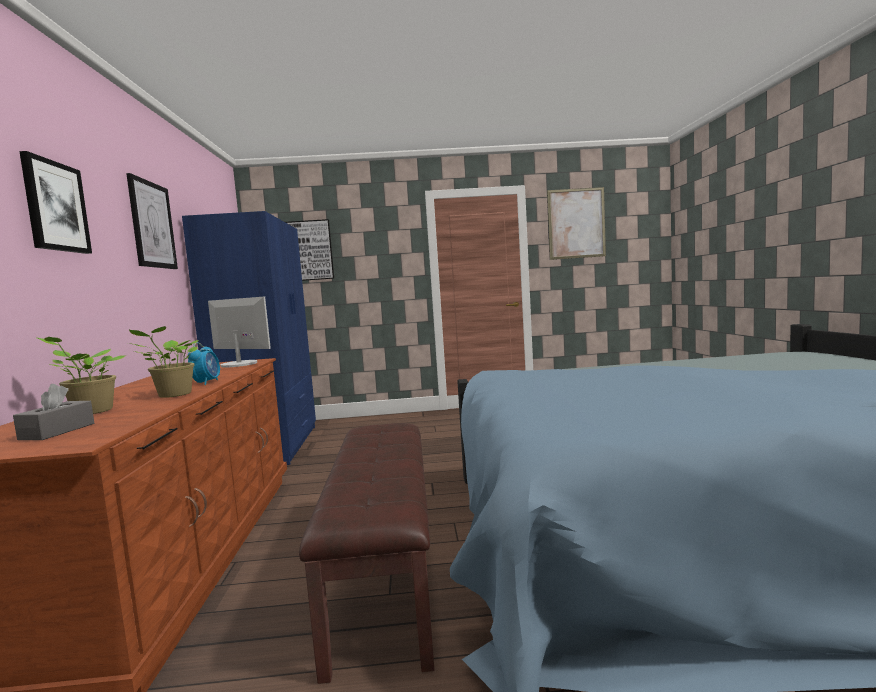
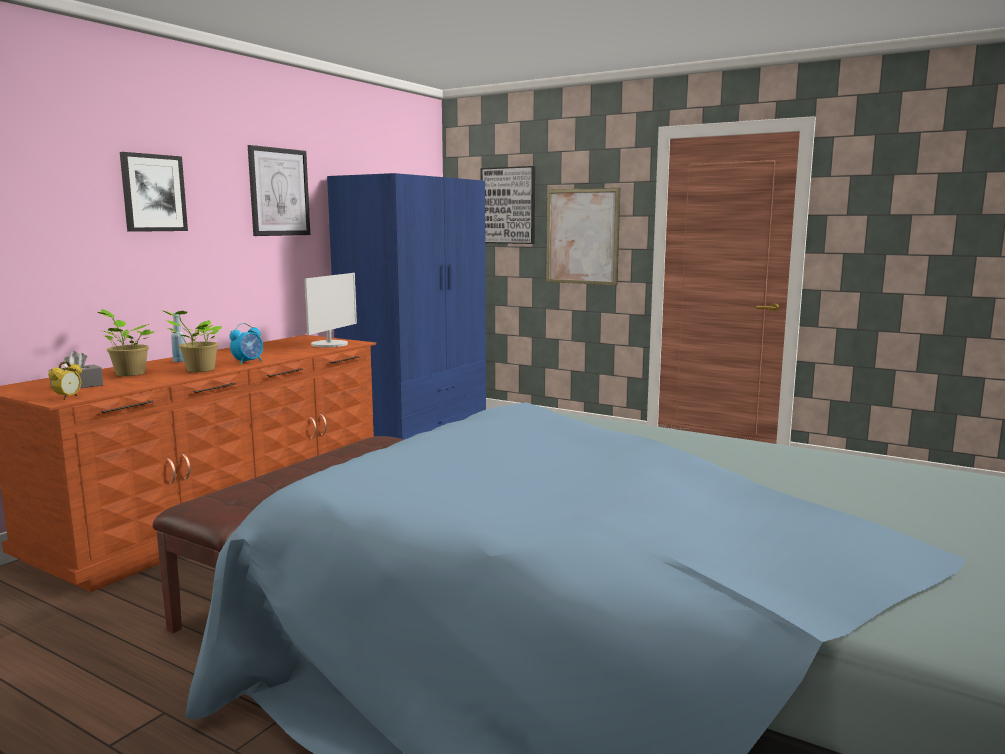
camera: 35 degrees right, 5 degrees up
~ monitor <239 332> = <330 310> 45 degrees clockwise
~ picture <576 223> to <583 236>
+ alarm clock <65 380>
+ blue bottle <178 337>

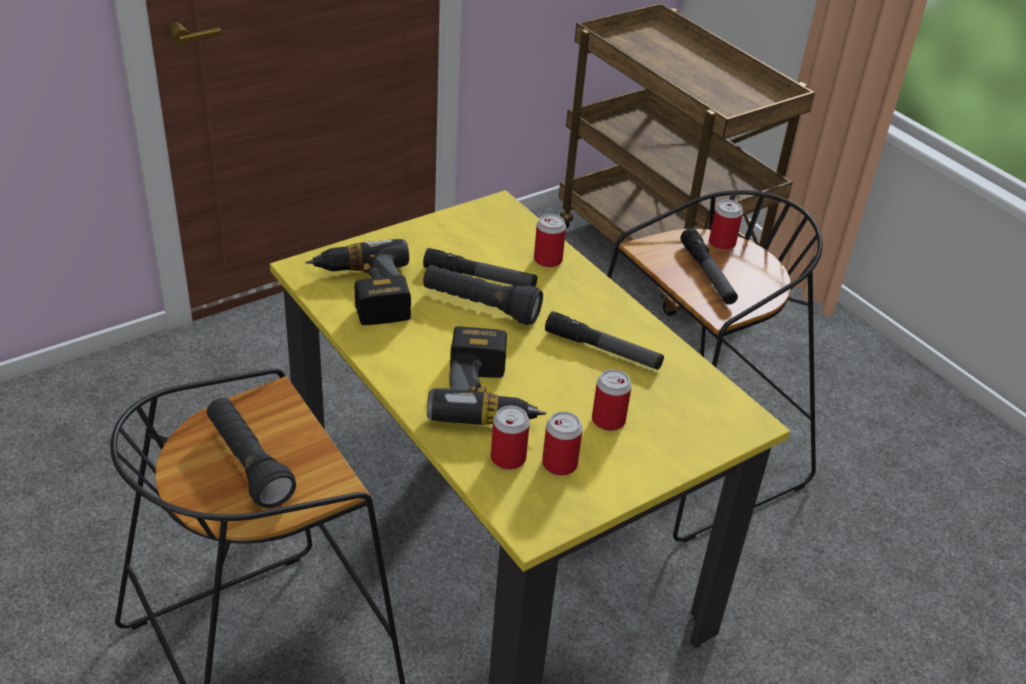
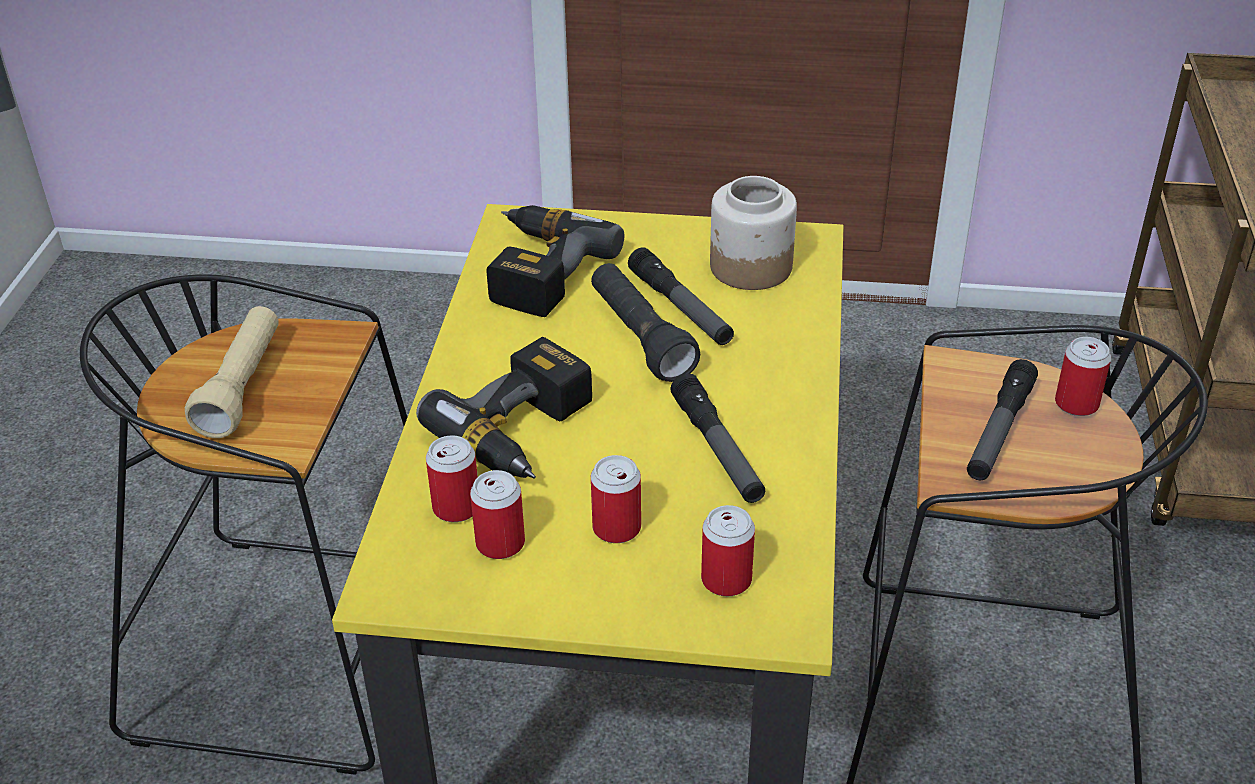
camera: 45 degrees right, 0 degrees up
~ black flashlight <251 453> to beige flashlight <232 372>
~ can <550 240> to <728 550>
+ jar <753 233>

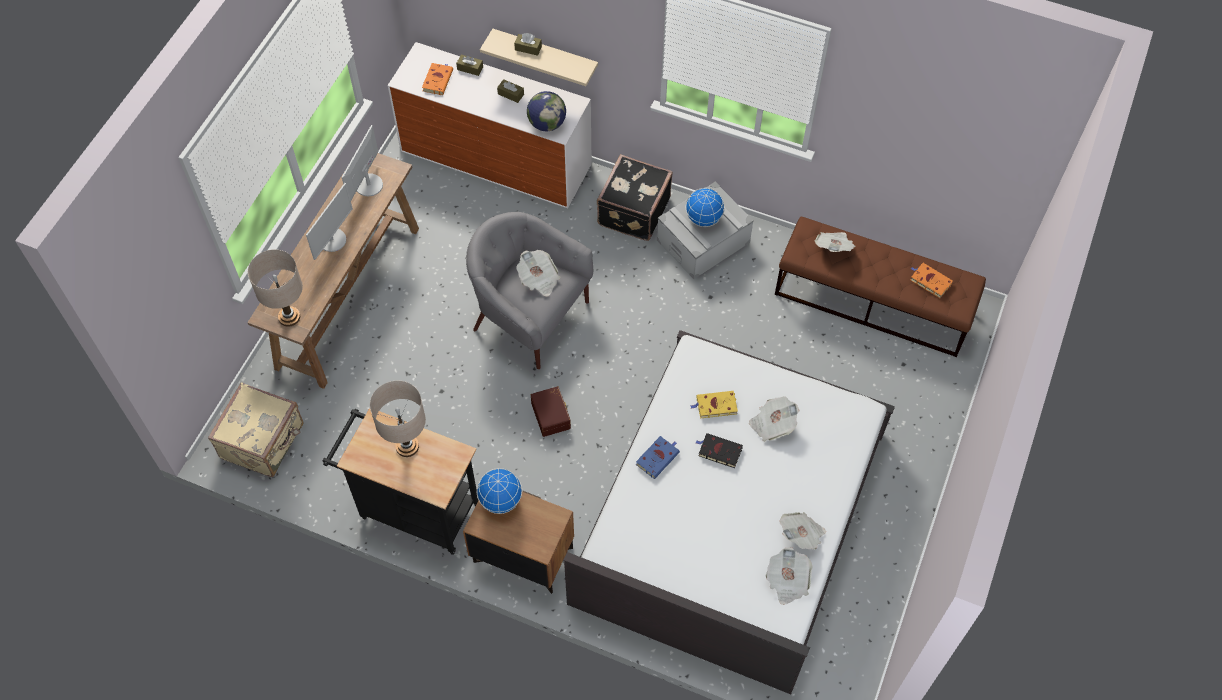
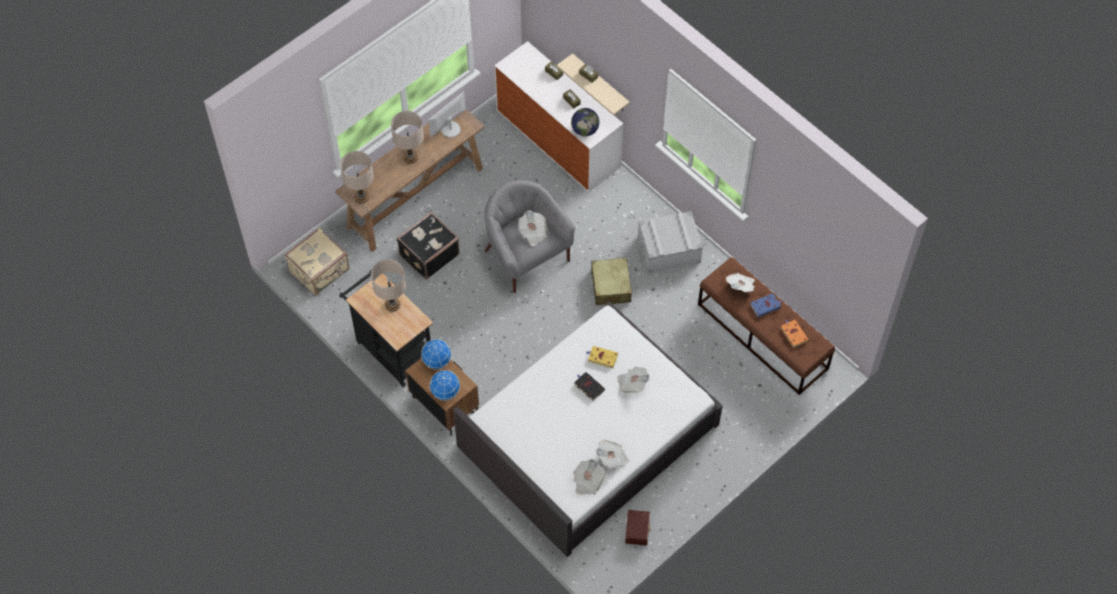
camera: 25 degrees right, 0 degrees up
~ monitor <329 221> to beige table lamp <407 137>
- orange book <437 79>
~ brown storage box <551 411> to <638 528>
~ black suitcase <635 197> to <428 246>
~ blue book <658 457> to <765 305>
~ globe <705 207> to <444 385>
+ beige suitcase <611 281>

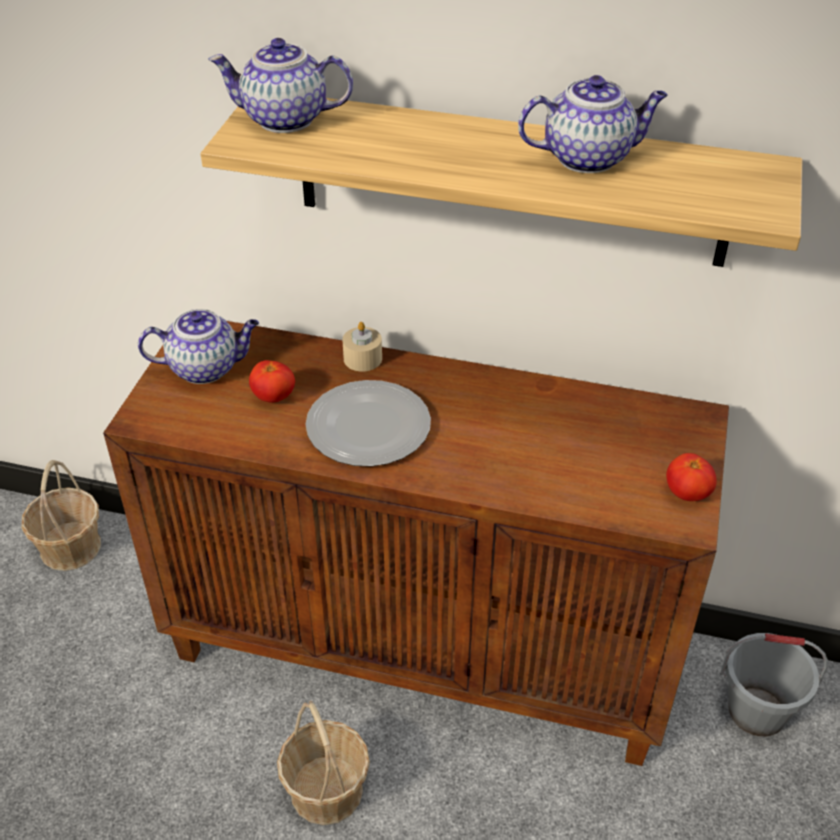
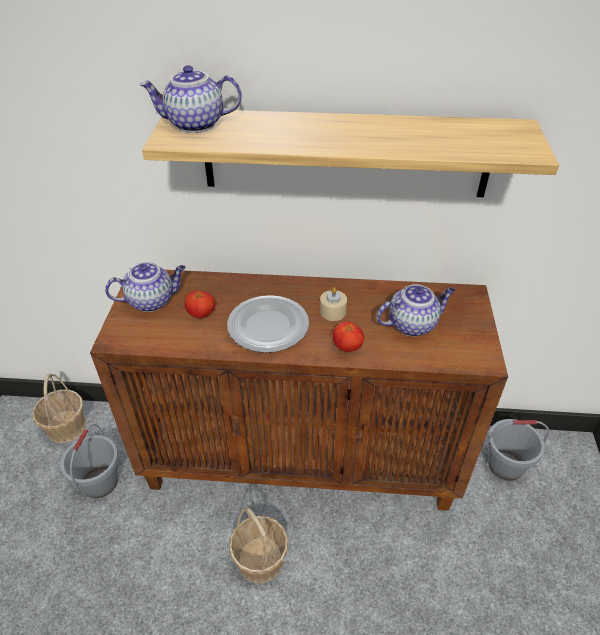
camera: 10 degrees left, 0 degrees up
~ beige candle <362 347> to <333 304>
~ teapot <593 124> to <415 310>
~ tomato <691 477> to <348 336>
+ grey bucket <89 461>

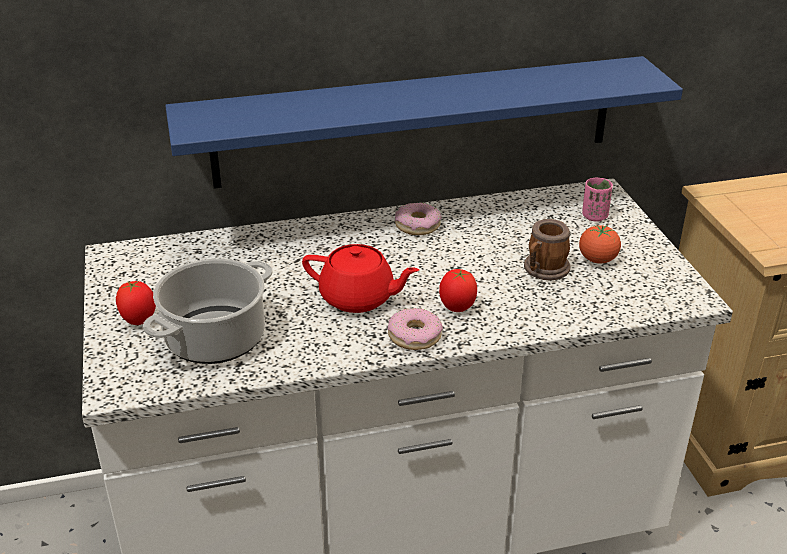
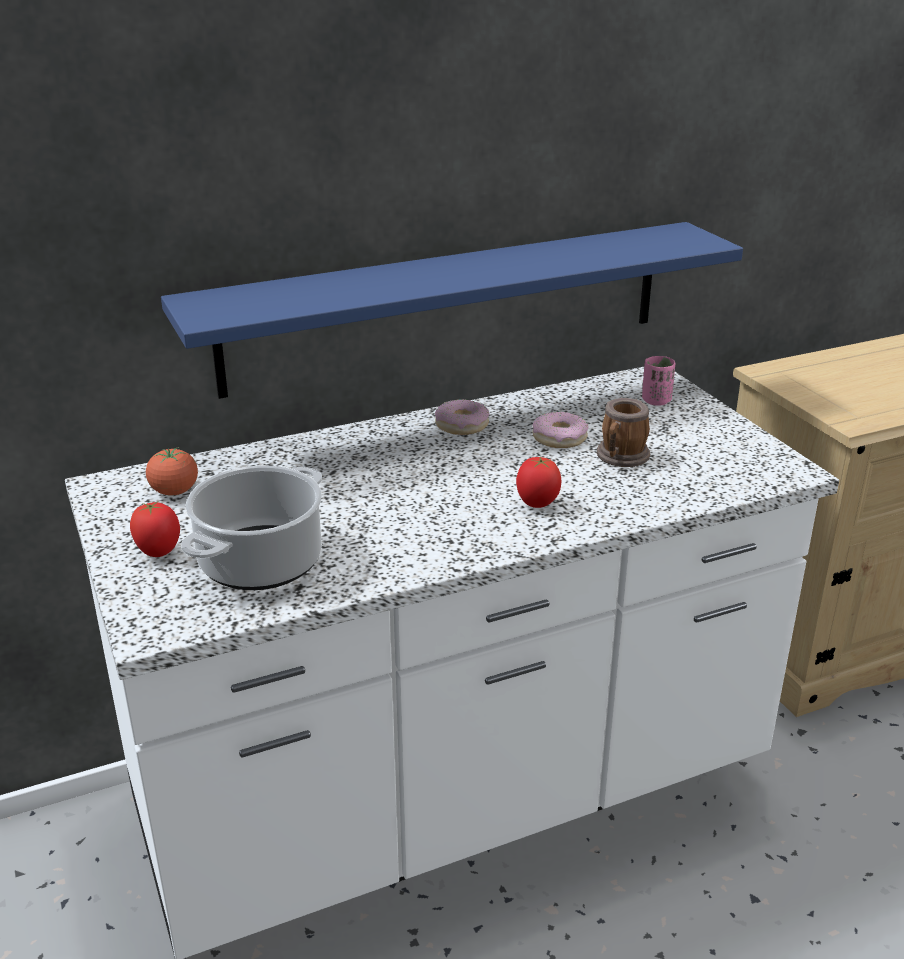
camera: 10 degrees left, 5 degrees down
- red teapot <360 278>
~ donut <415 329> to <560 429>
~ tomato <600 244> to <172 471>

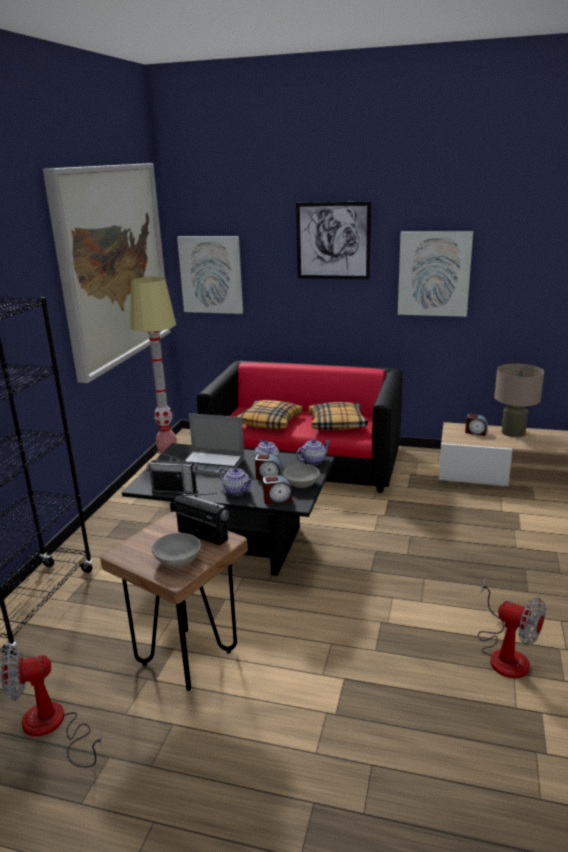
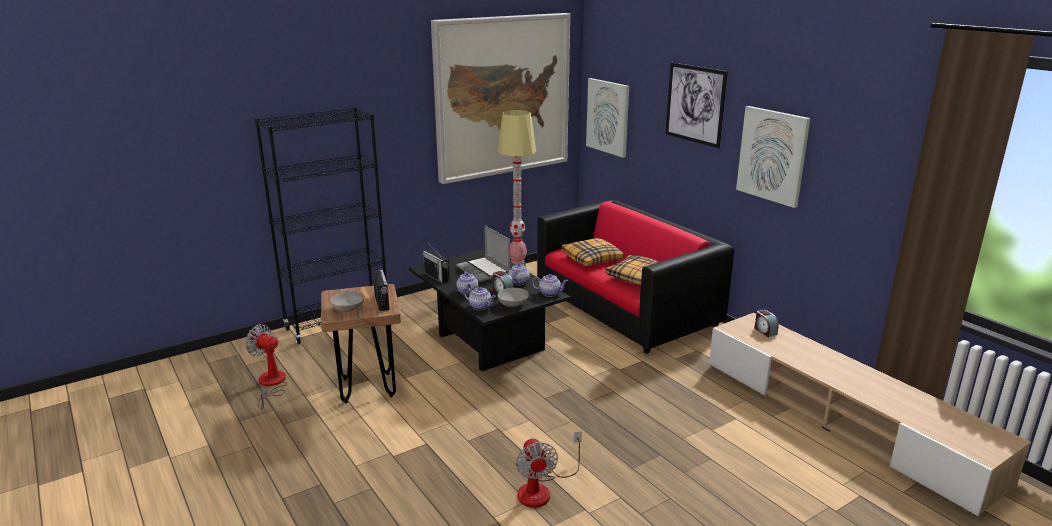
camera: 40 degrees right, 0 degrees up
~ alarm clock <277 490> to teapot <480 298>
- beige table lamp <519 400>

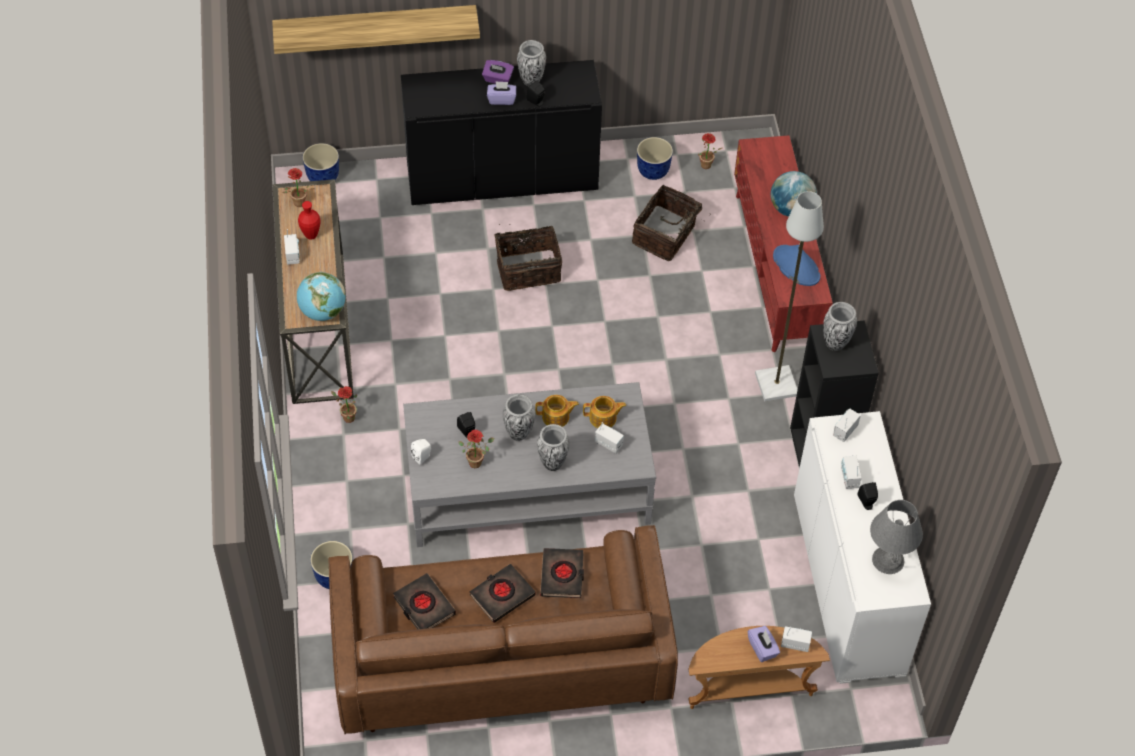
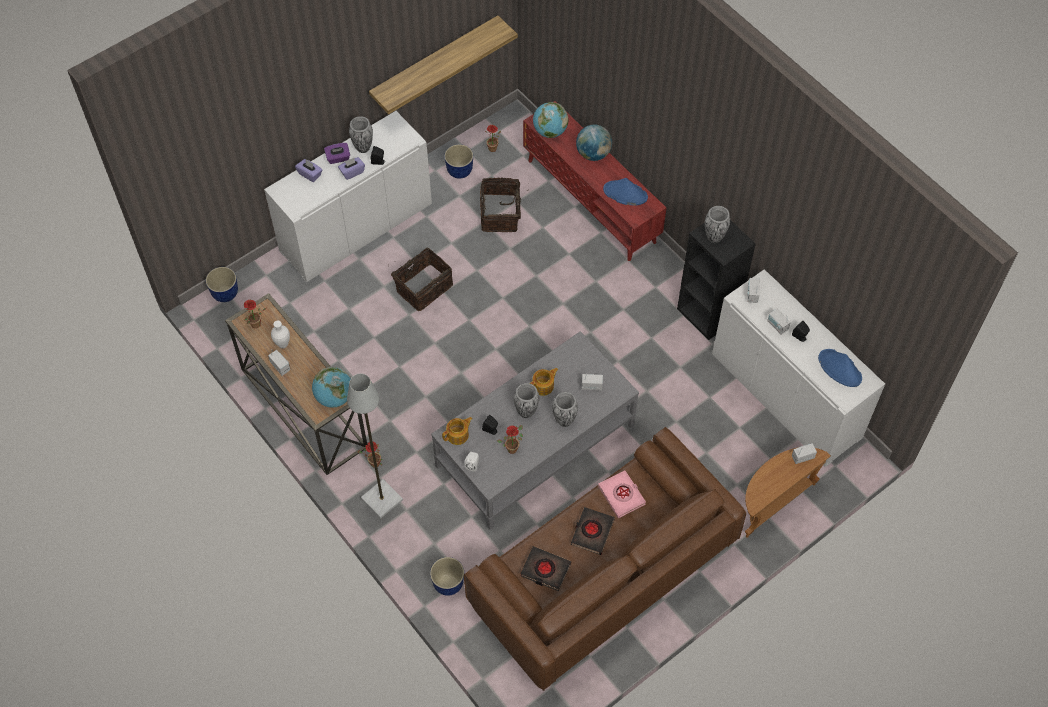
camera: 30 degrees left, 5 degrees up
~ shelf <376 29> to <443 64>
~ red vase <309 220> to white vase <280 334>
~ black cabinet <501 132> to white cabinet <348 196>
~ black book <562 573> to pink book <622 494>
~ teapot <604 412> to <457 431>
~ purple tissue box <764 644> to <308 170>
~ grey floor lamp <789 296> to <375 446>
~ grey table lamp <896 537> to blue hat <840 368>
+ globe <550 120>

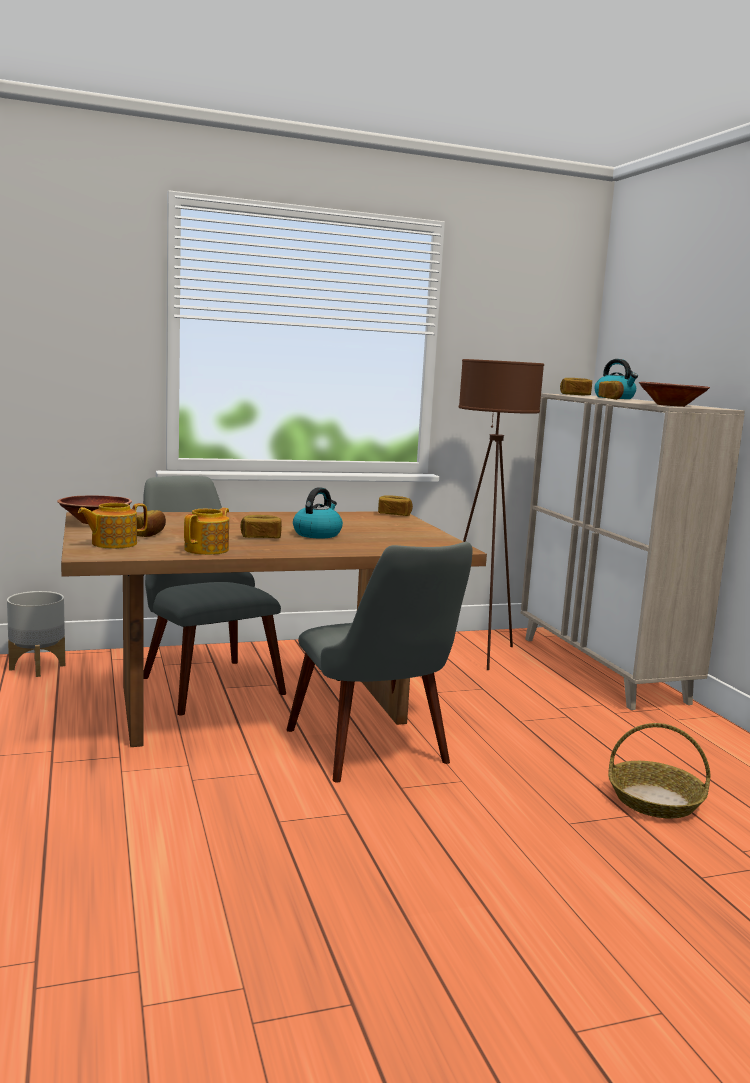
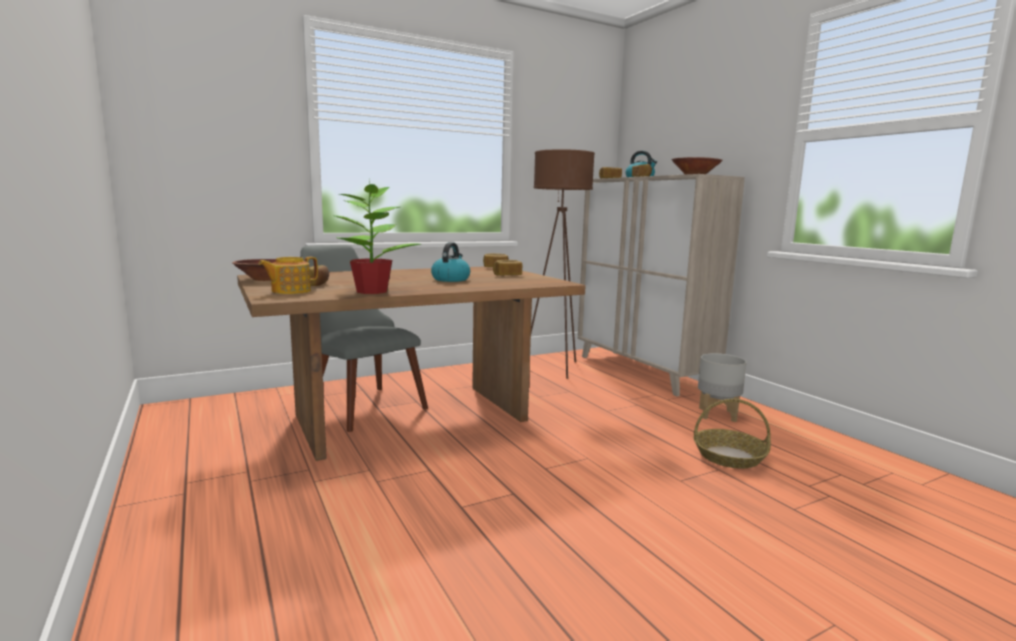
camera: 10 degrees left, 0 degrees up
~ grey planter <36 634> to <722 387>
~ teapot <206 531> to potted plant <377 236>
~ bread <261 526> to <507 268>
- grey chair <380 662>

